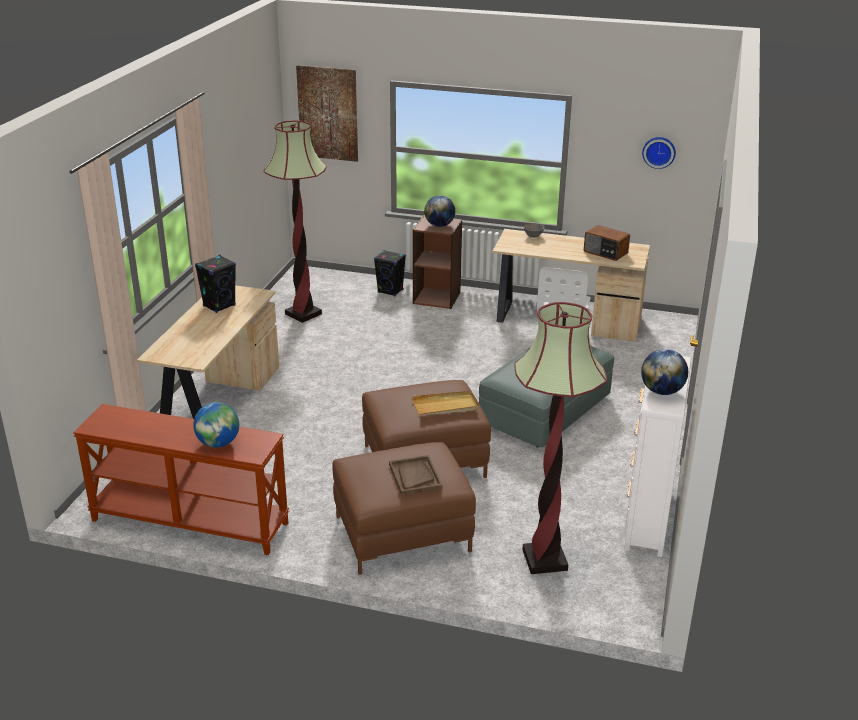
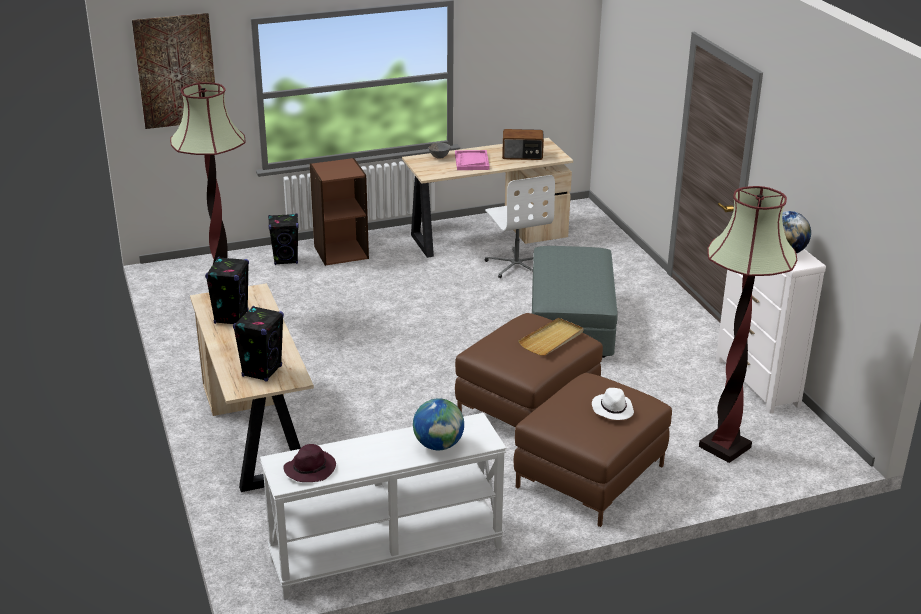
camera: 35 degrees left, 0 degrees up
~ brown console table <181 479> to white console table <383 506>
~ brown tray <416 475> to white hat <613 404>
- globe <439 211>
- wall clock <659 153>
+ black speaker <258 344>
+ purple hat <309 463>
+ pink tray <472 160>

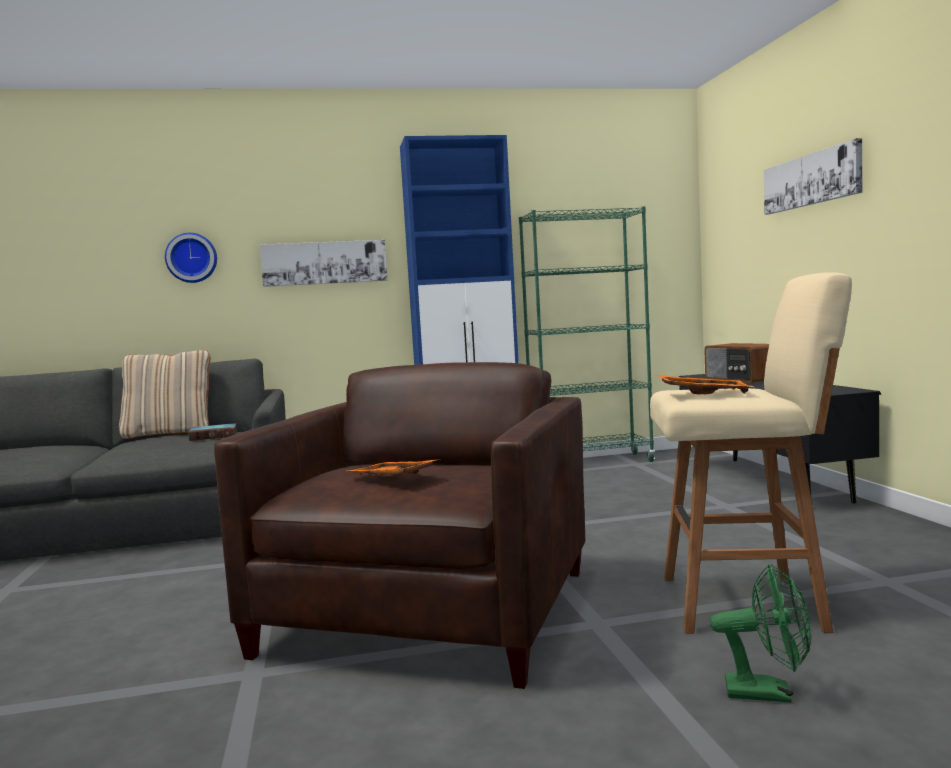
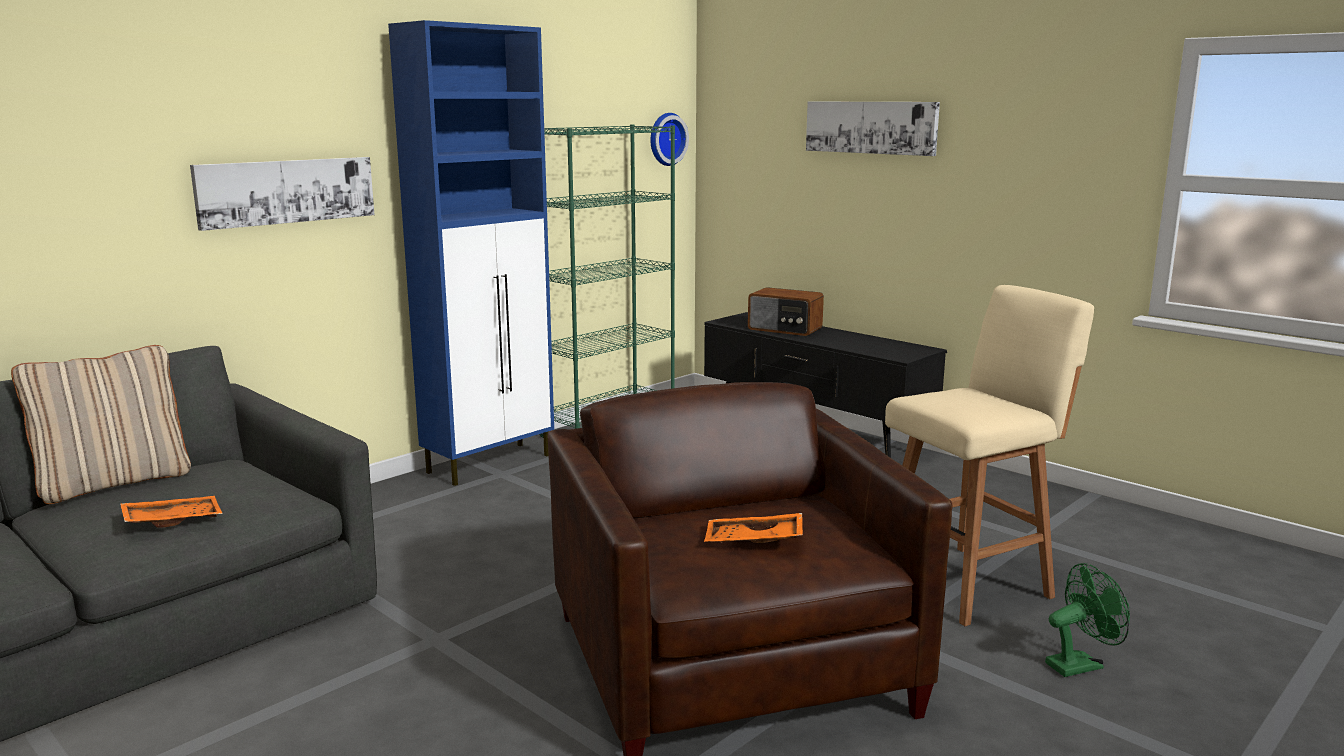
camera: 35 degrees left, 10 degrees up
~ wall clock <191 258> to <669 139>
- book <212 432>
~ orange tray <705 385> to <171 512>

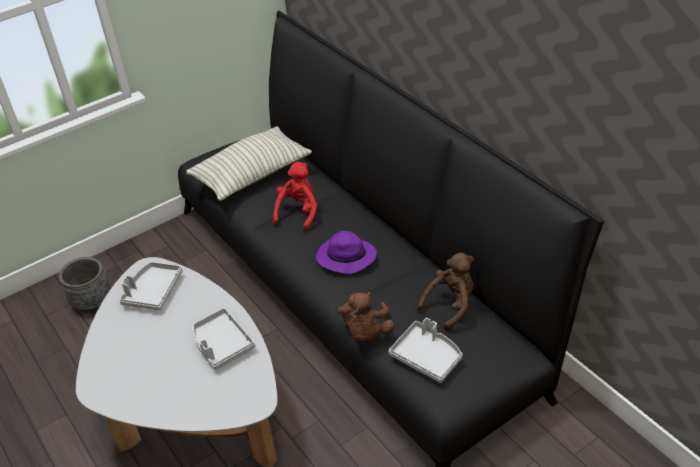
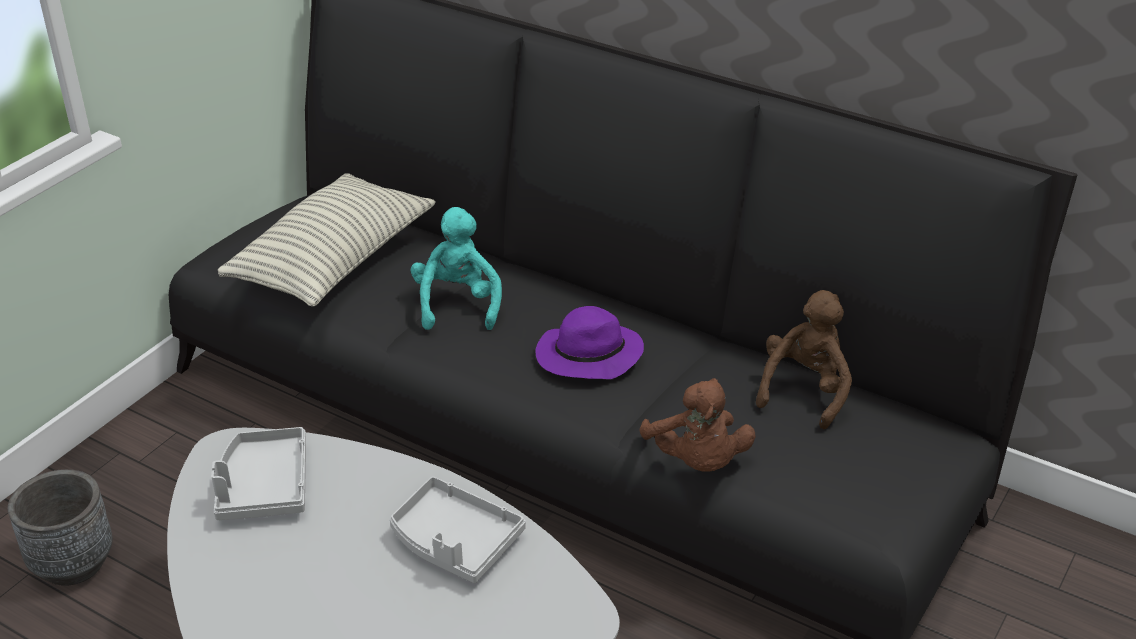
camera: 25 degrees left, 5 degrees down
~ red plush toy <295 196> to turquoise plush toy <456 268>
- grey tray <425 350>

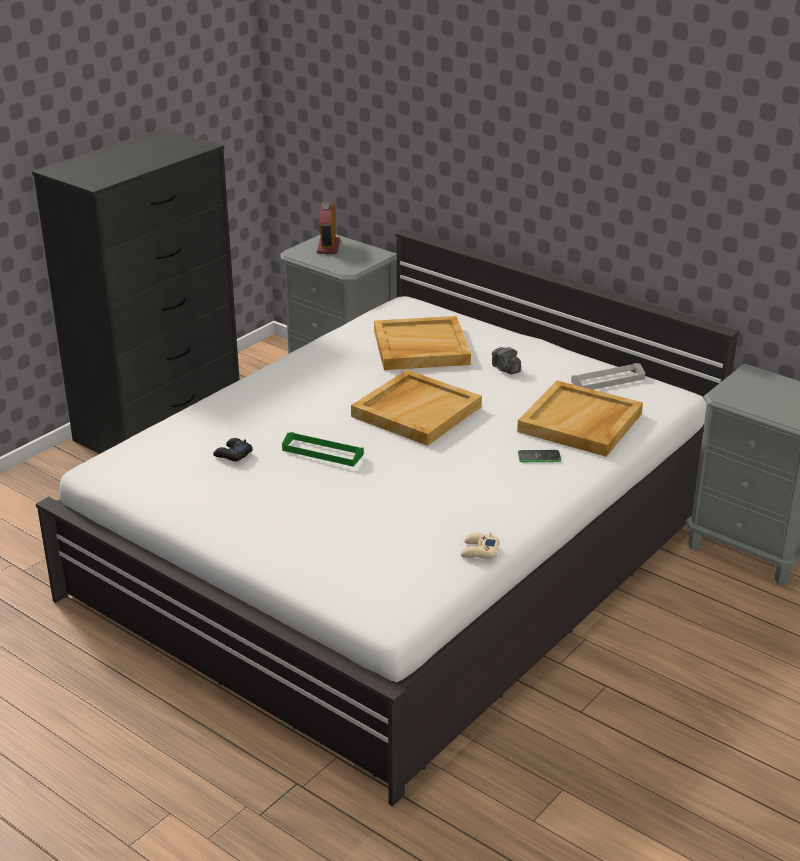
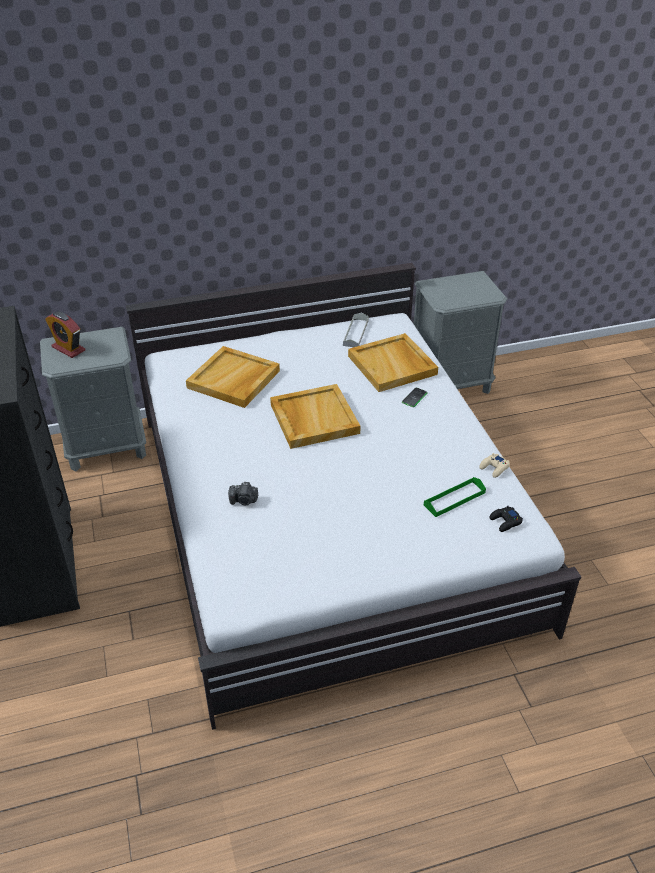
camera: 55 degrees left, 10 degrees up
~ black game controller <233 449> to <506 518>
~ green tray <323 449> to <455 497>
~ photo camera <506 360> to <243 493>

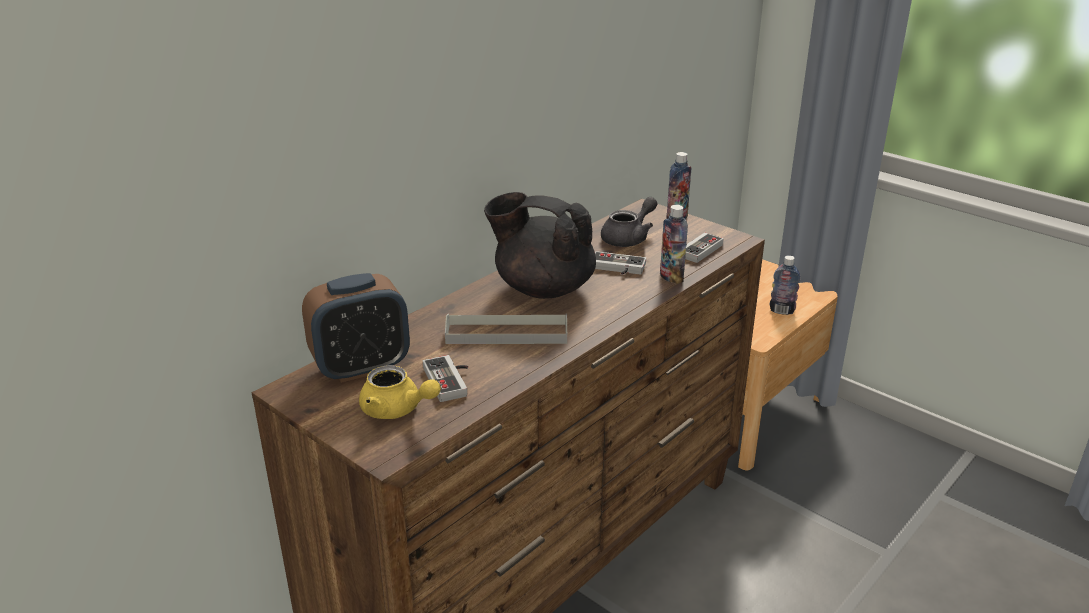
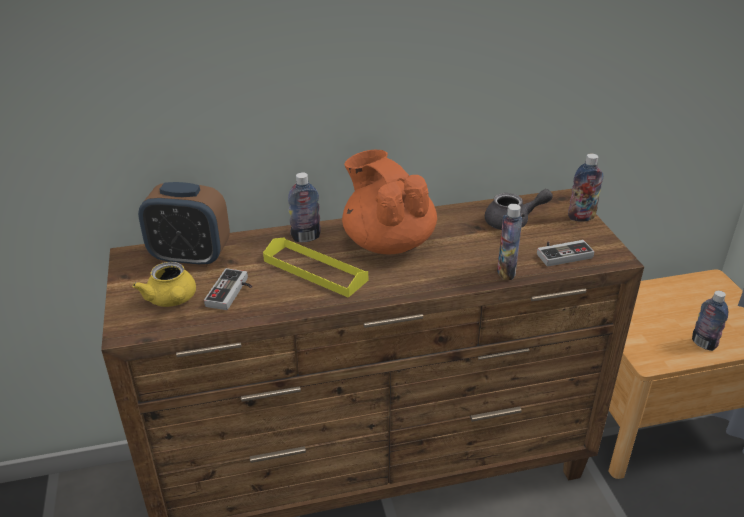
camera: 35 degrees right, 5 degrees up
~ grey tray <506 329> to yellow tray <315 268>
~ black teapot <540 245> to orange teapot <389 202>
- game controller <620 263>
+ bottle <304 207>

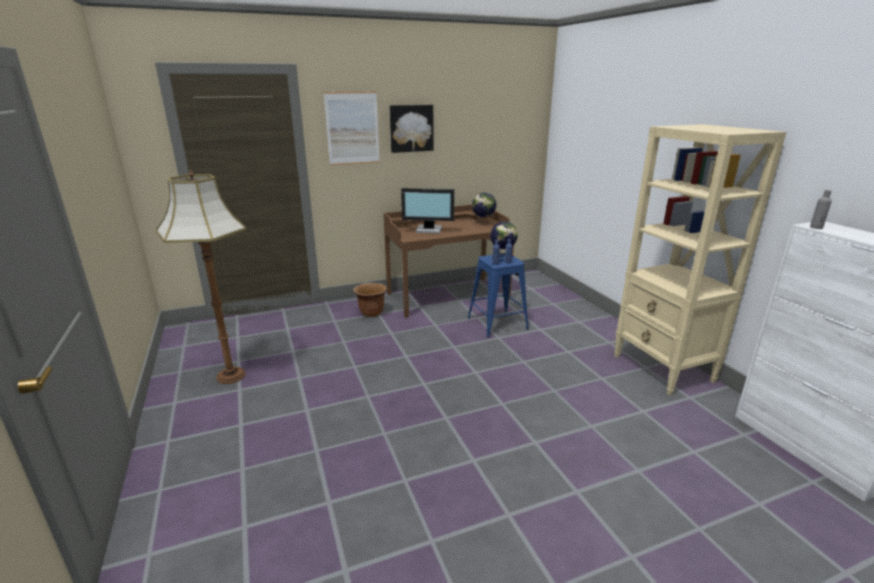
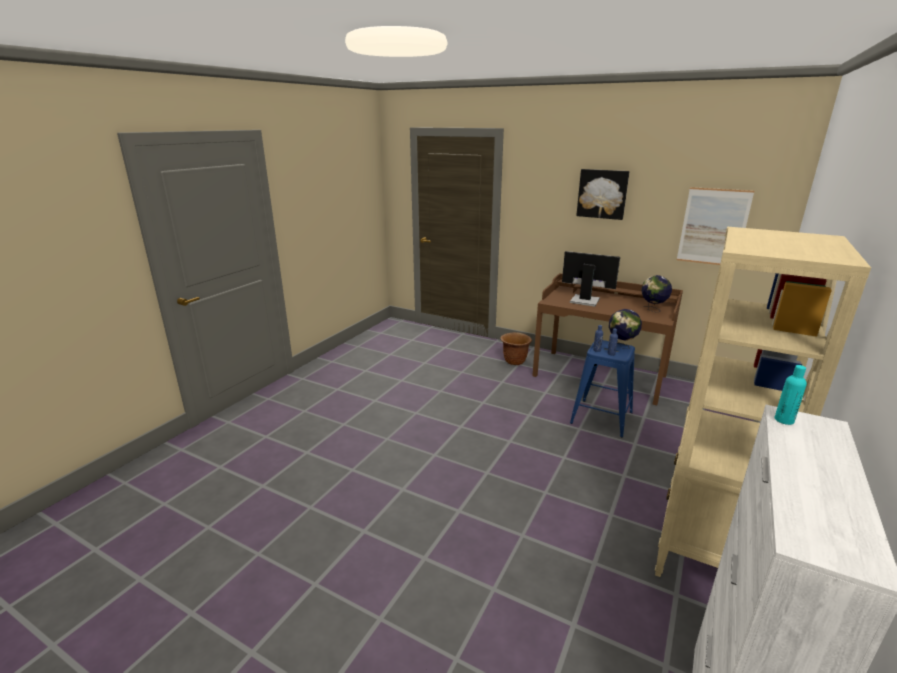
camera: 50 degrees right, 0 degrees up
- floor lamp <201 276>
~ picture <352 128> to <715 226>
~ monitor <427 210> = <591 278> 150 degrees clockwise
~ grey bottle <821 209> to turquoise bottle <790 395>

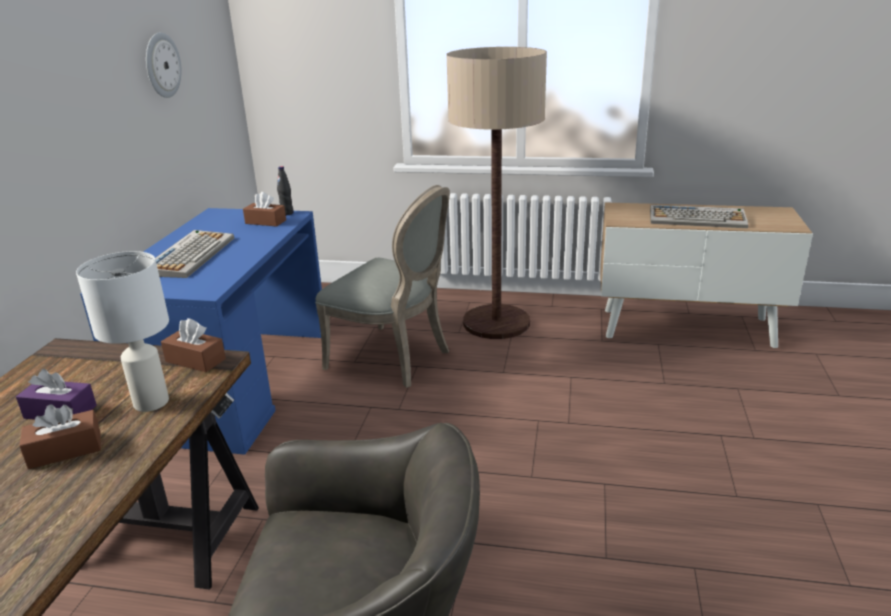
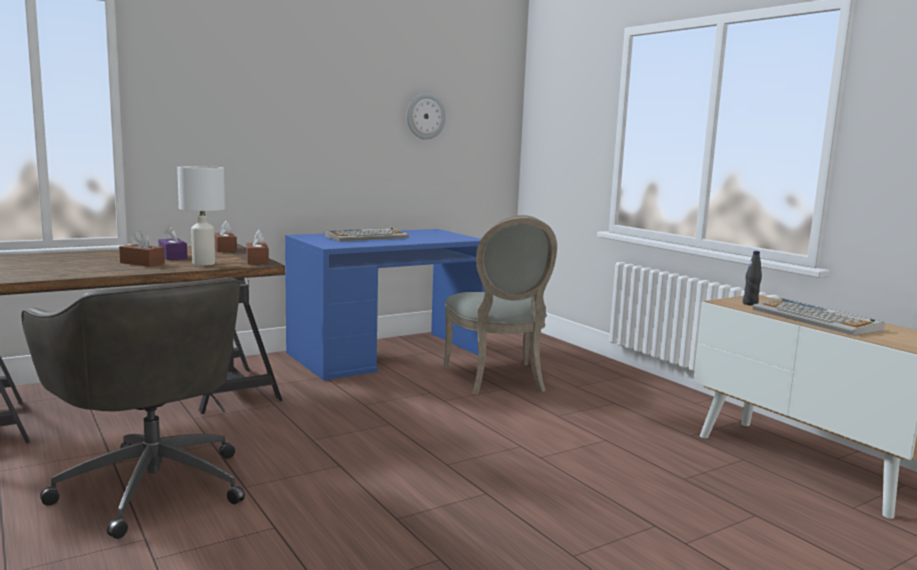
camera: 45 degrees right, 15 degrees down
~ brown tissue box <264 209> to <225 236>
~ black bottle <285 191> to <752 278>
- floor lamp <497 193>

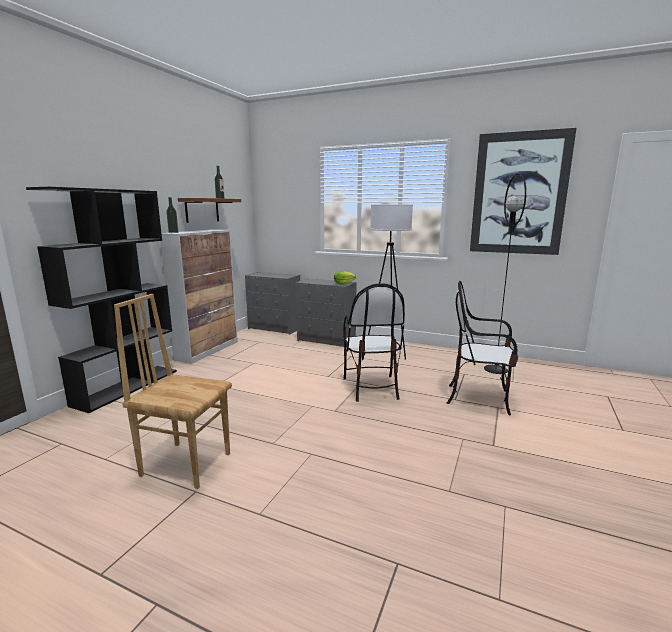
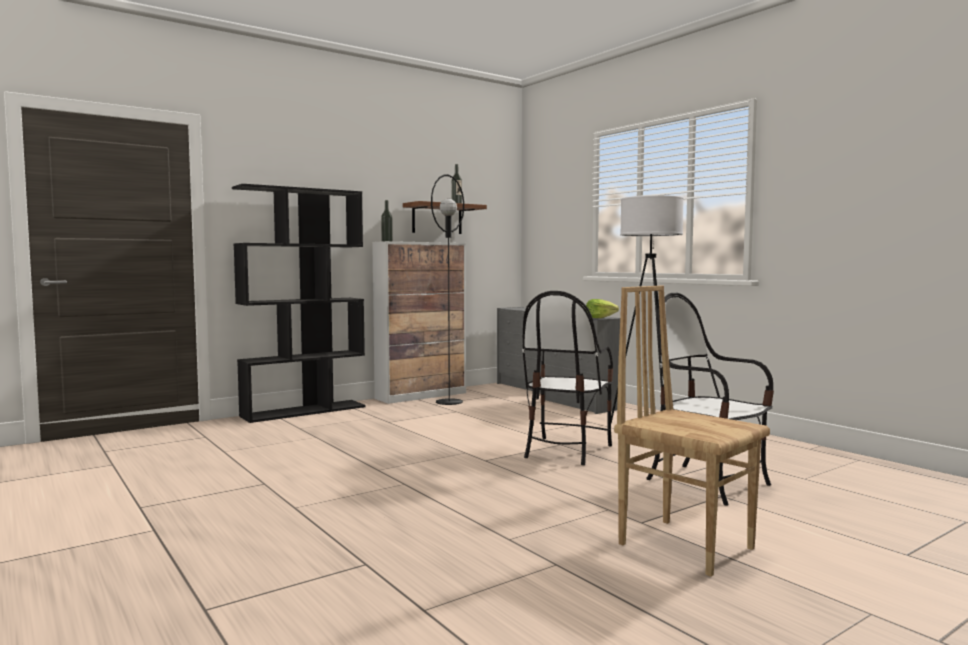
camera: 30 degrees right, 10 degrees down
~ brown chair <173 391> to <692 431>
- picture <523 191>
~ black floor lamp <505 273> to <447 289>

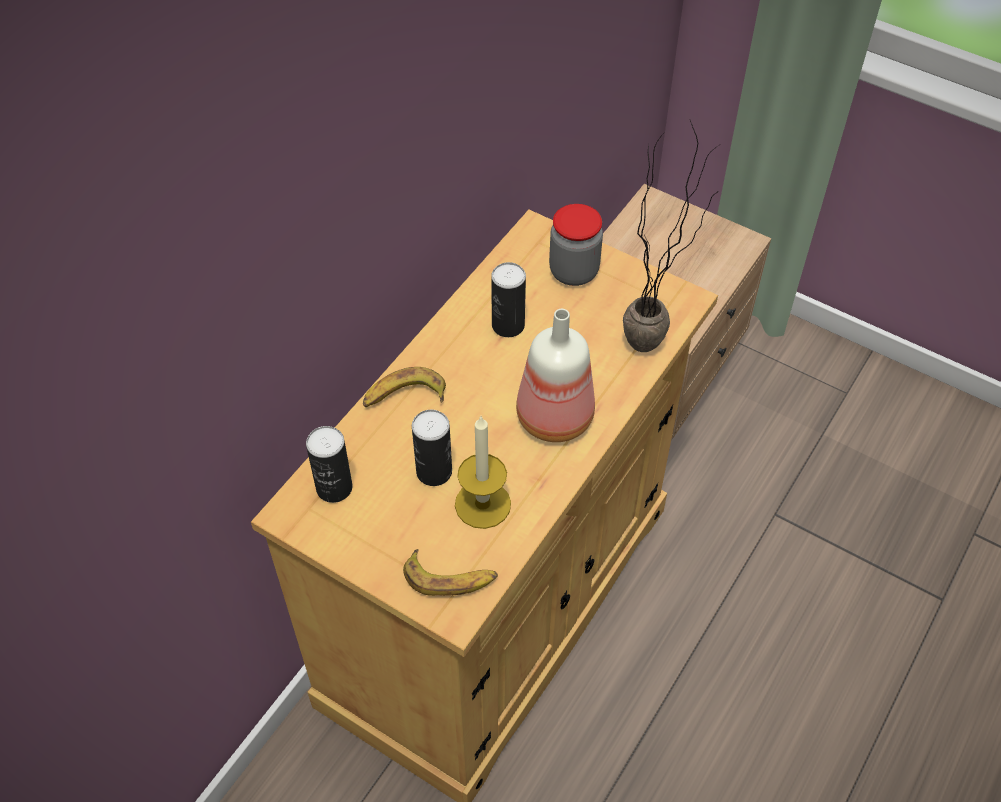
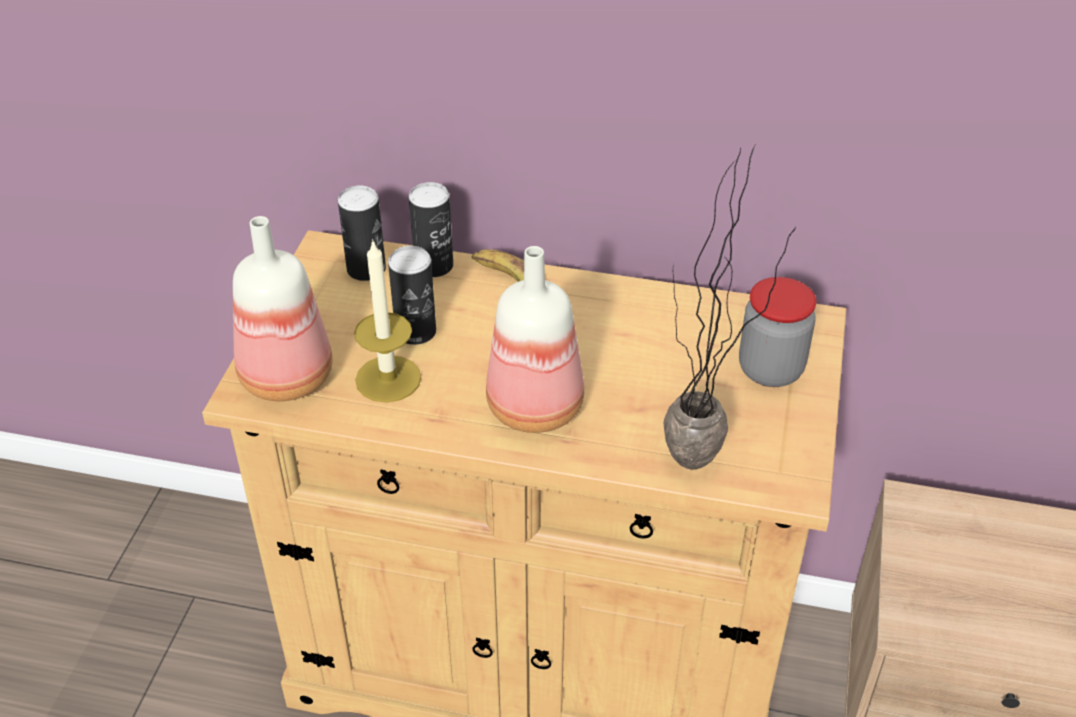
camera: 70 degrees right, 10 degrees down
~ banana <450 572> to bottle <283 308>
~ can <508 299> to <431 229>

